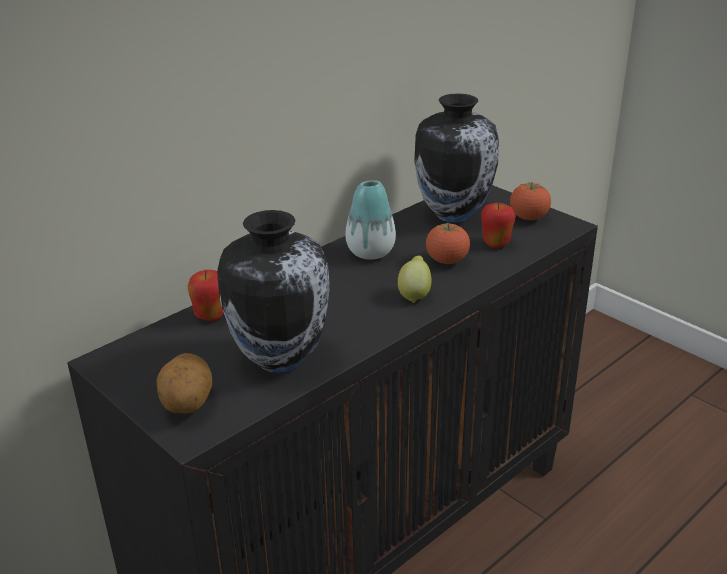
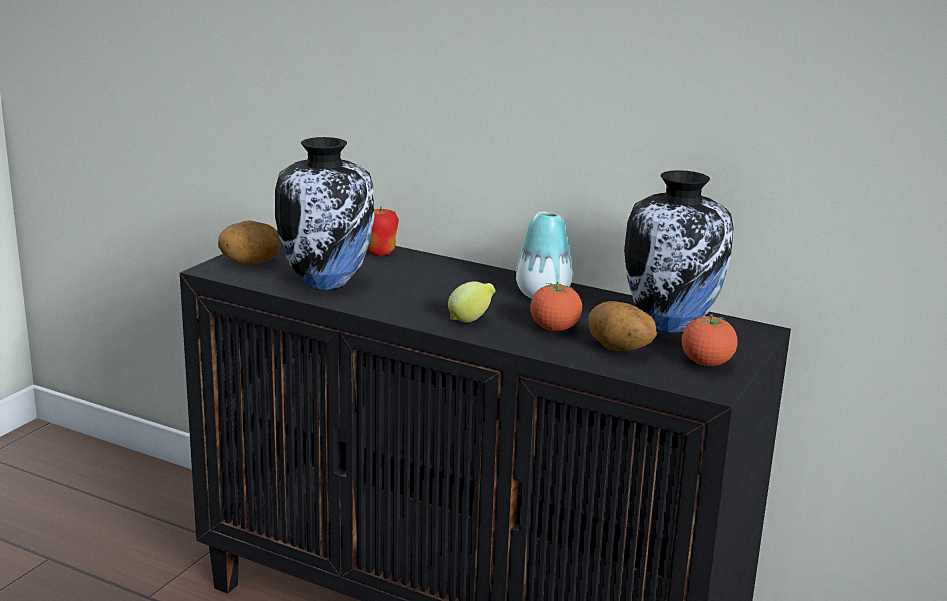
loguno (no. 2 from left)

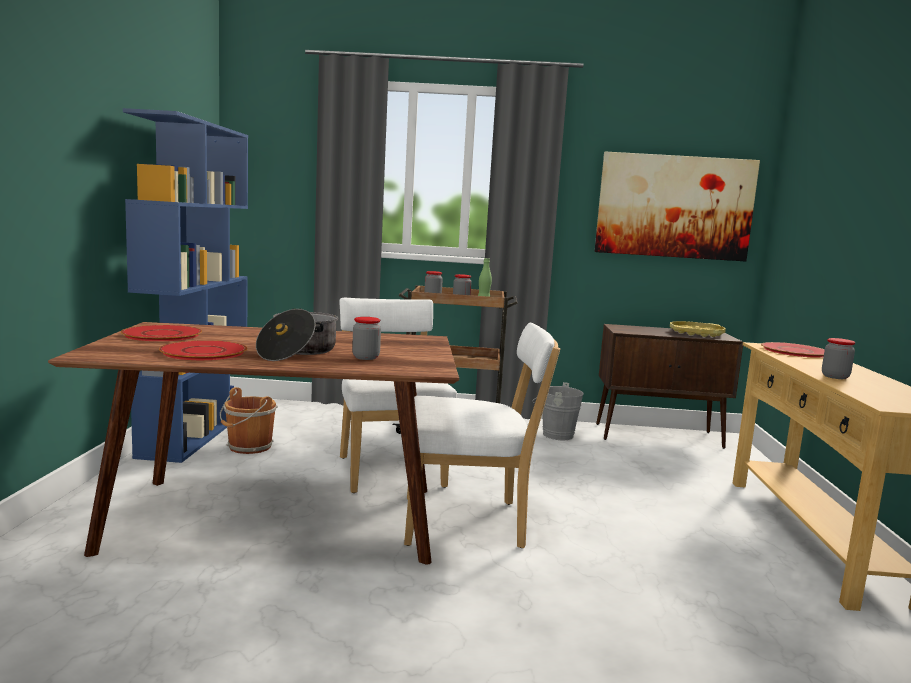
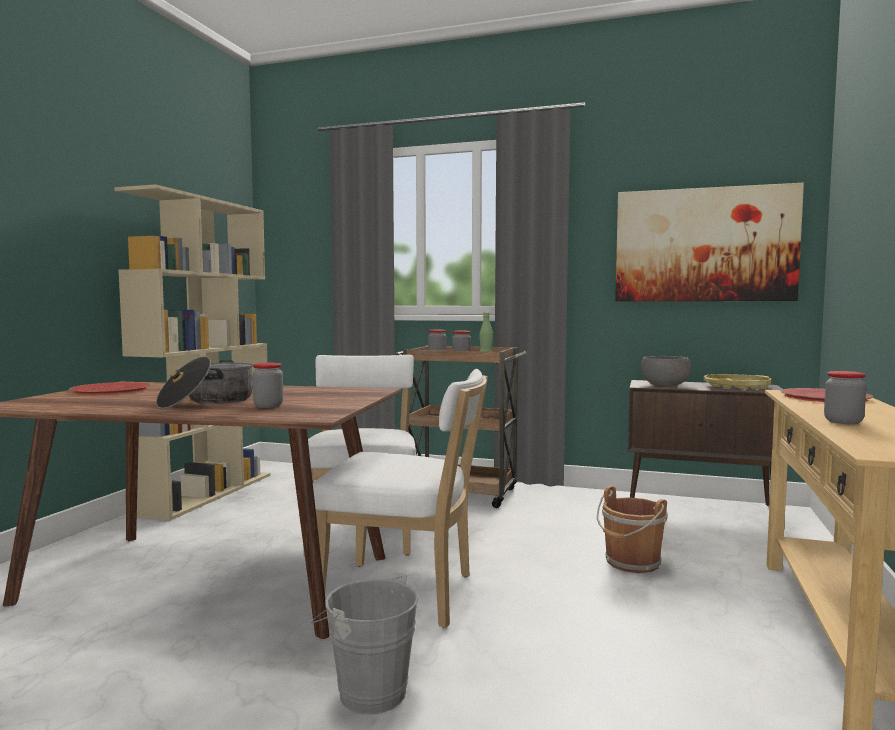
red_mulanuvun (no. 2 from left in the first image)
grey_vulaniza
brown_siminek
grey_siminek
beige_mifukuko

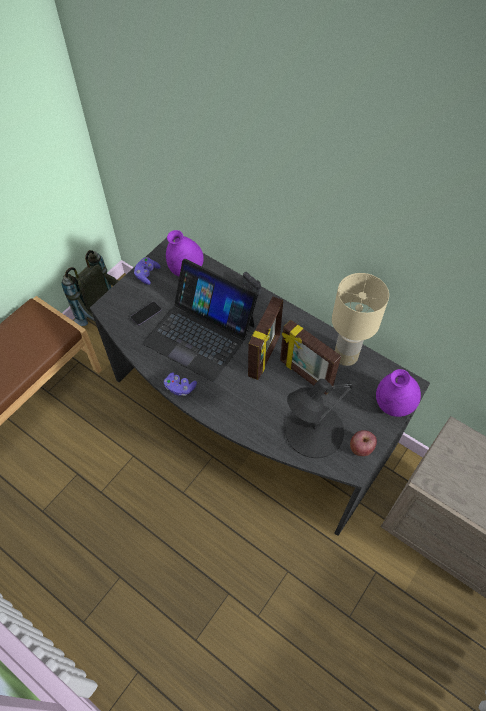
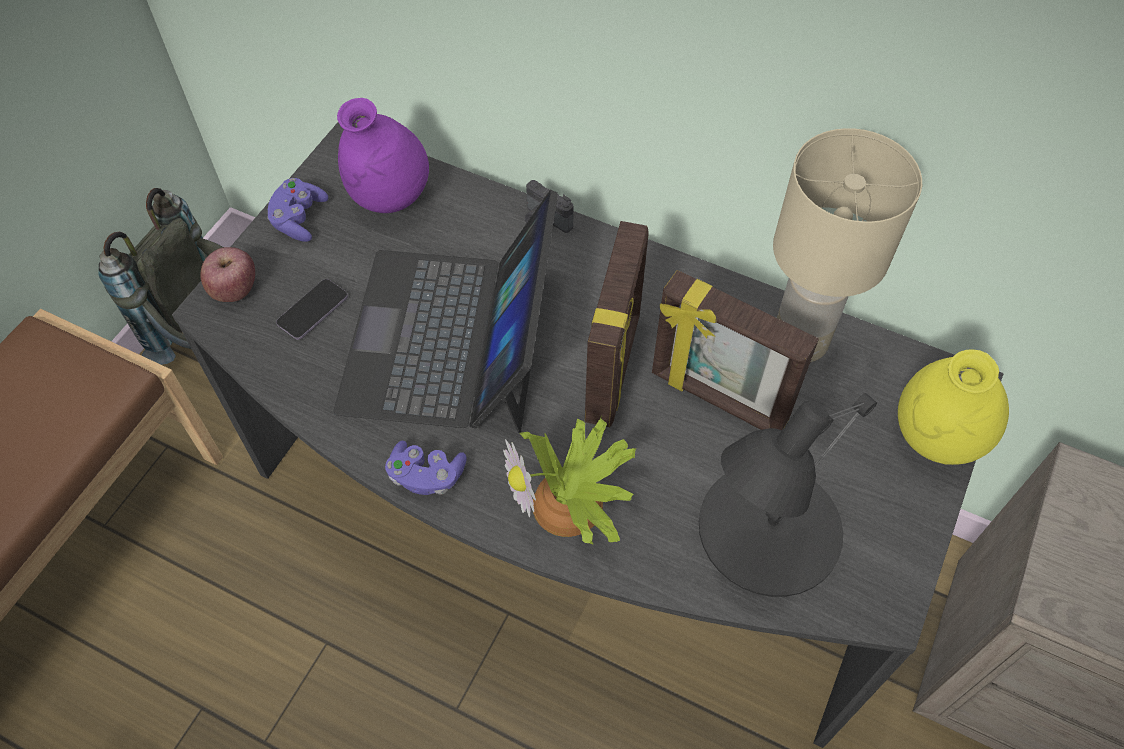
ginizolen
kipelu
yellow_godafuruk
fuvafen

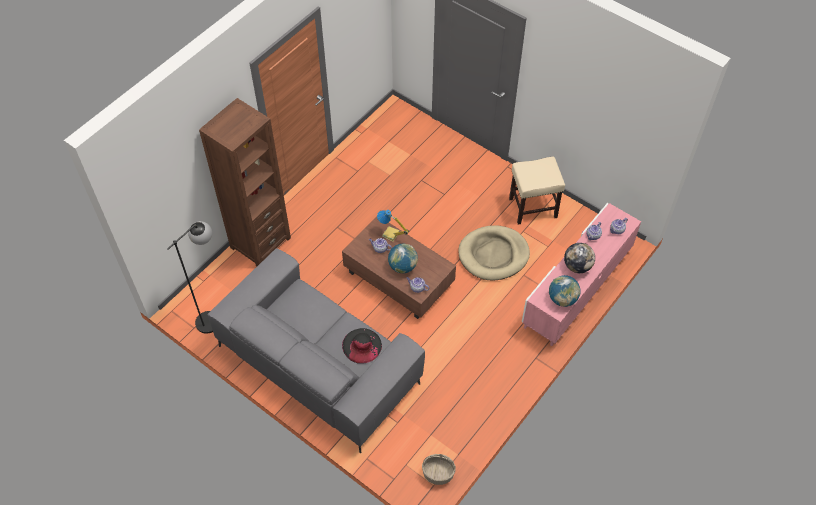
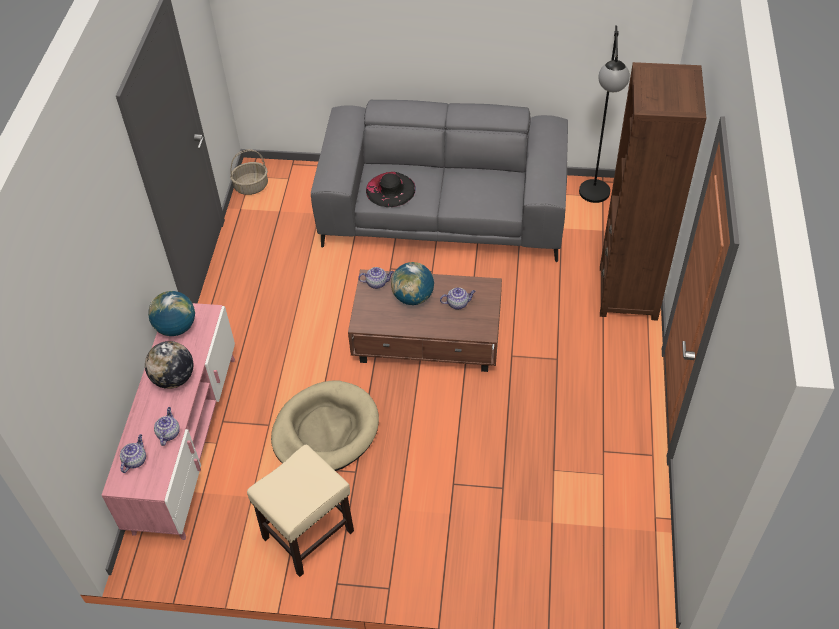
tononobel

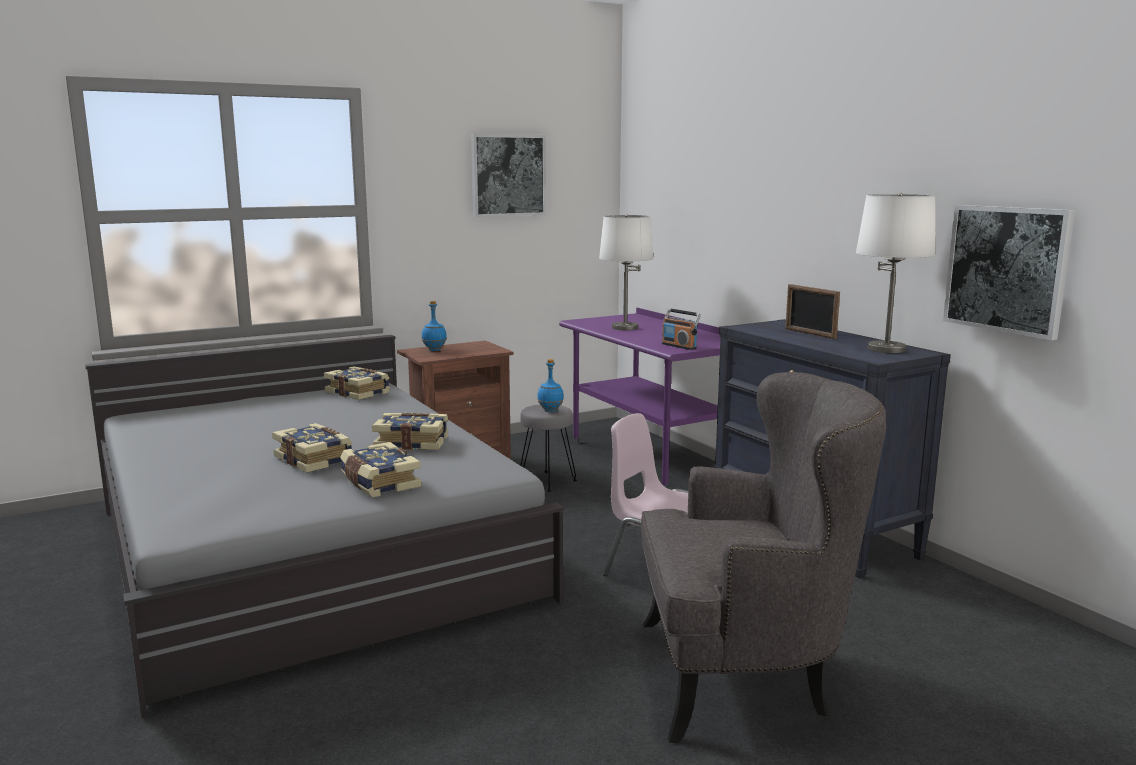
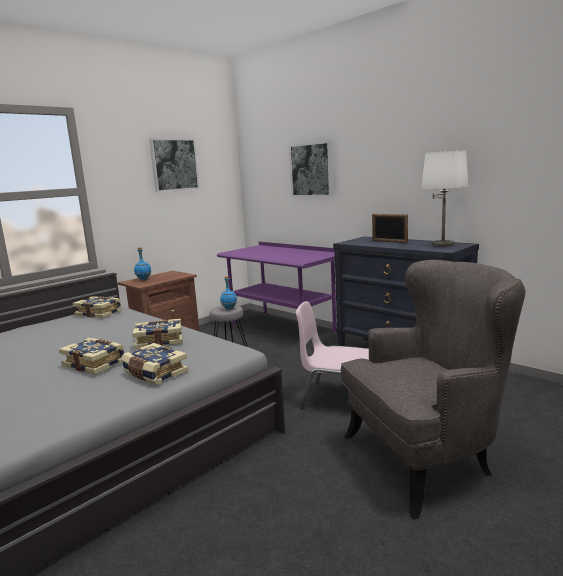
white_tononobel (no. 1 from left in the first image)
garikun
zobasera (no. 2 from left)

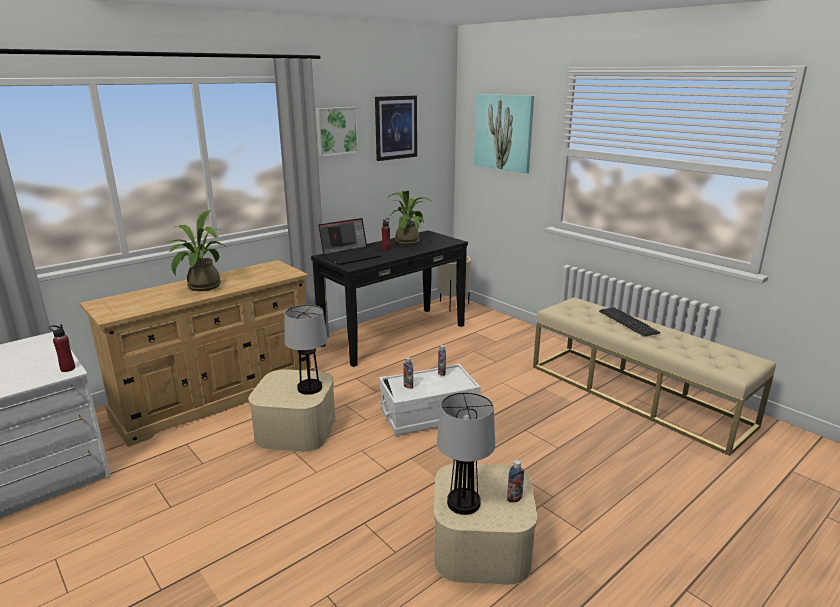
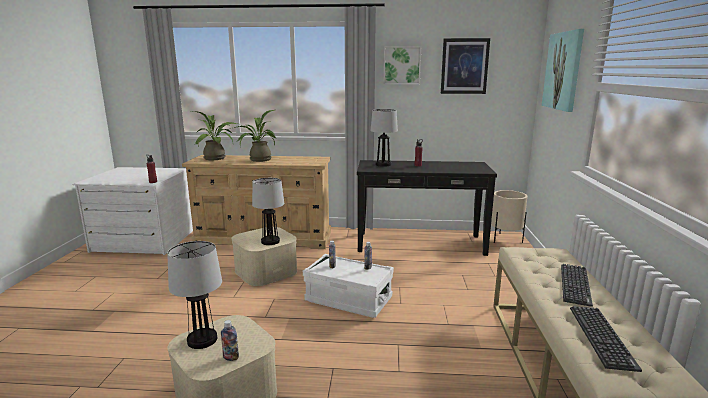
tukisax (no. 2 from left)
ginizolen (no. 1 from left)
tononobel (no. 3 from left)

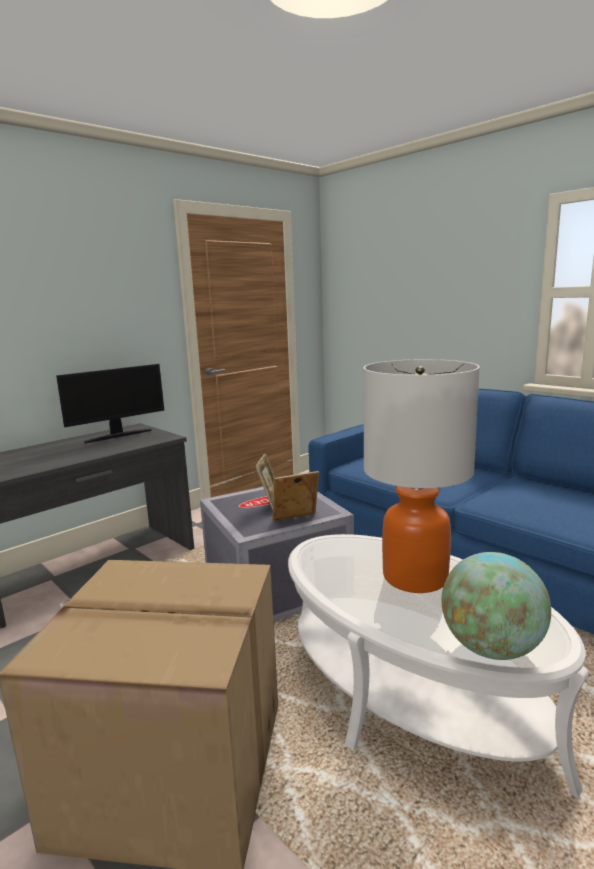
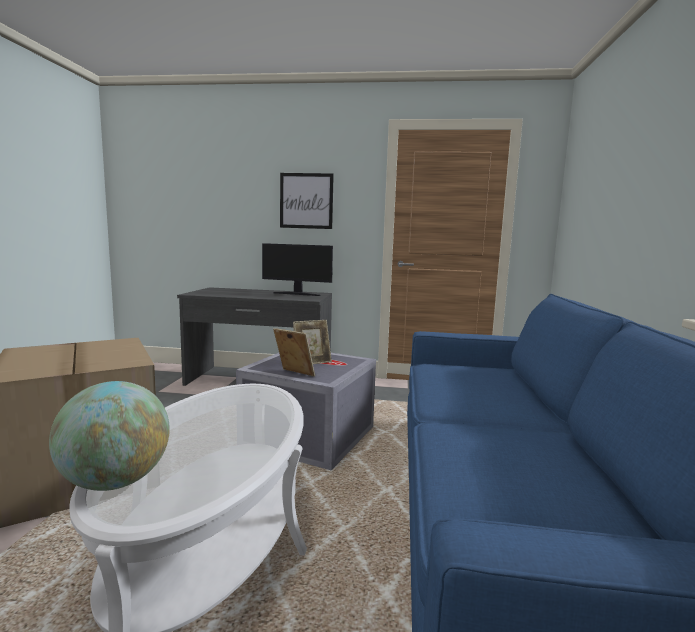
tononobel
zobasera

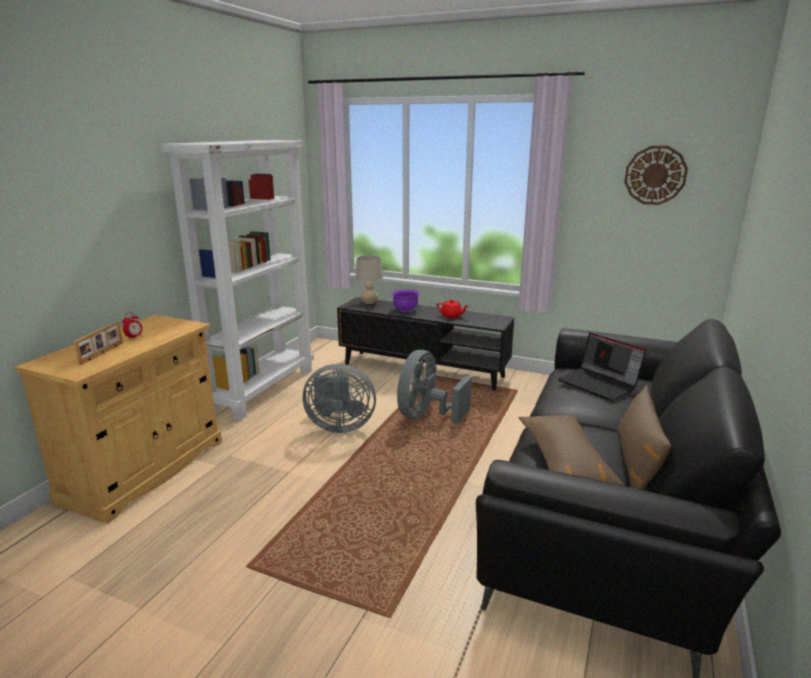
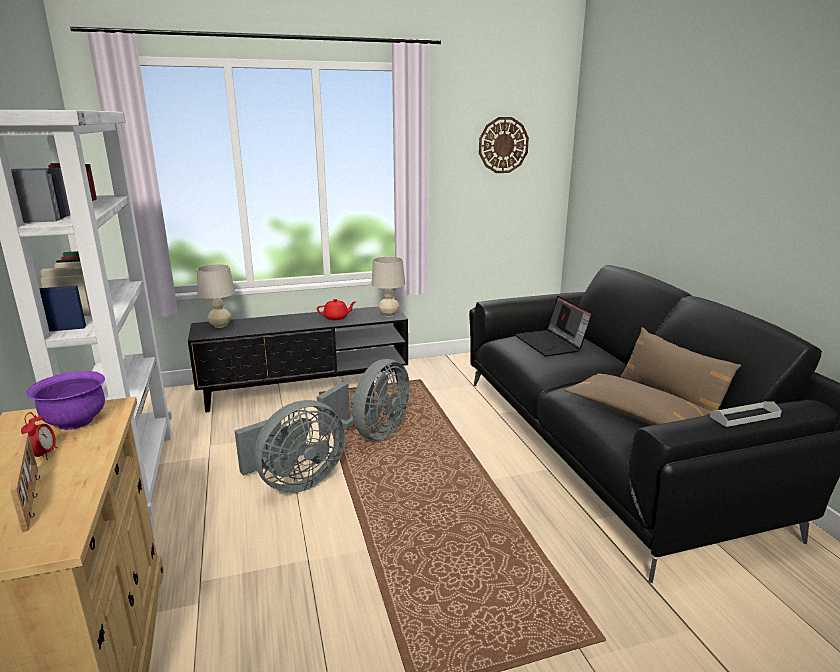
beige_tononobel (no. 2 from left)
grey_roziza
purple_vulaniza
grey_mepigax (no. 2 from left)
fuvafen

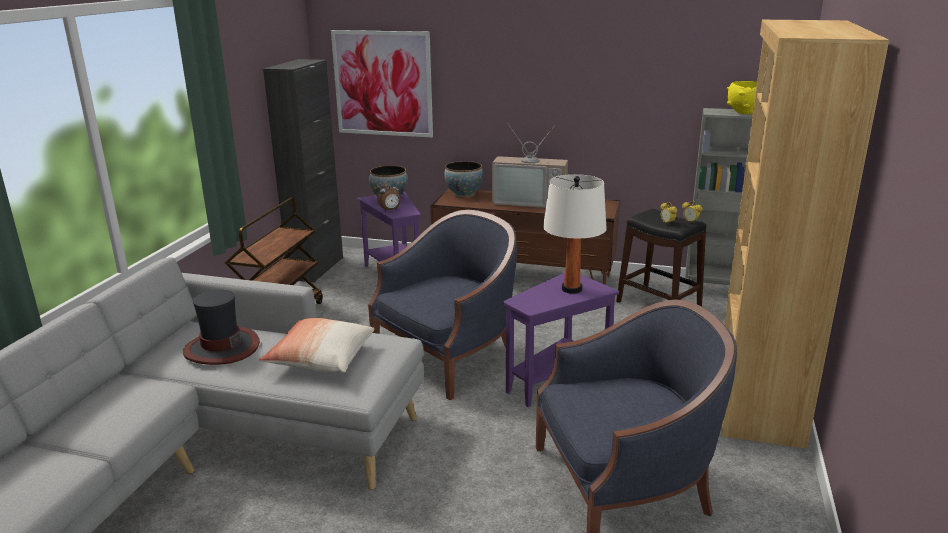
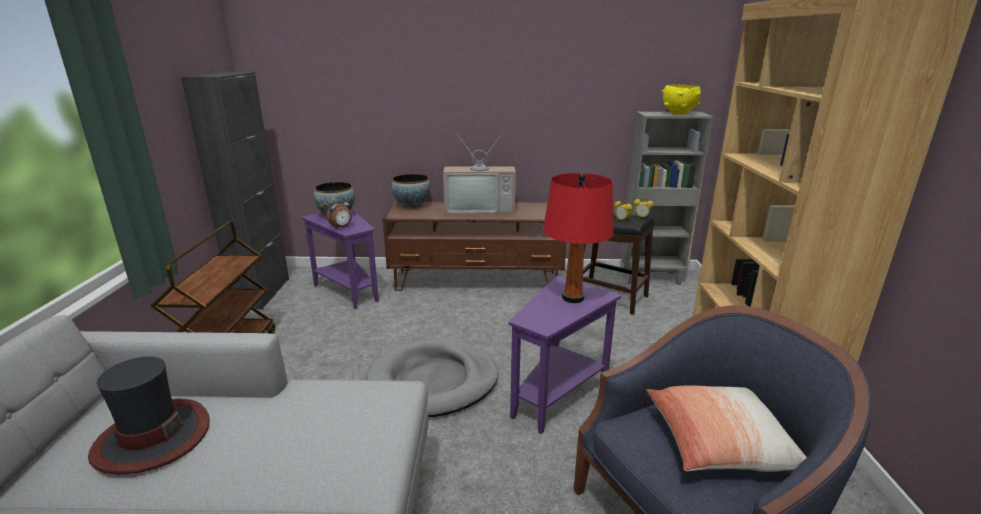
zobasera
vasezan
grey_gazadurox
red_tononobel

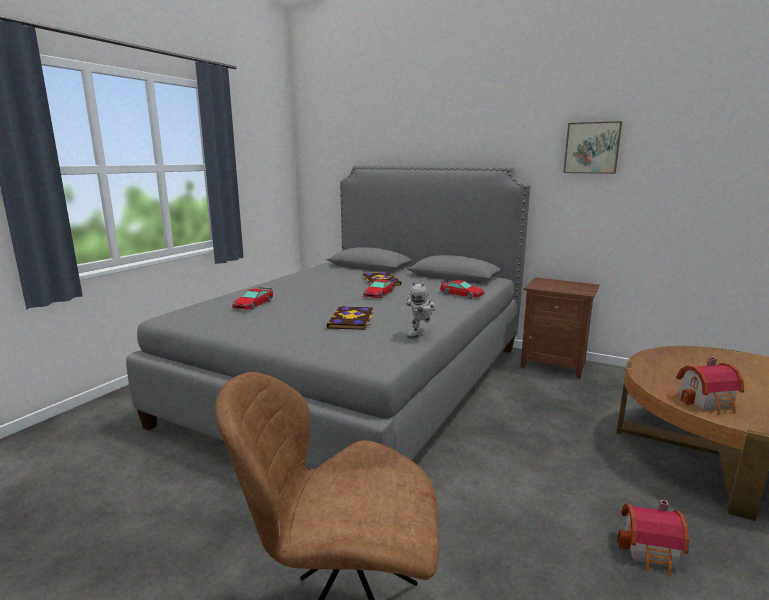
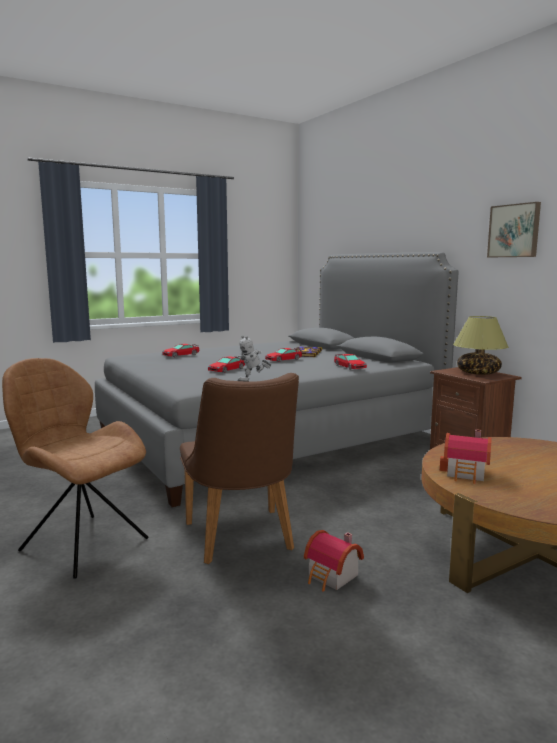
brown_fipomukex (no. 2 from left)
tononobel
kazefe (no. 2 from left)

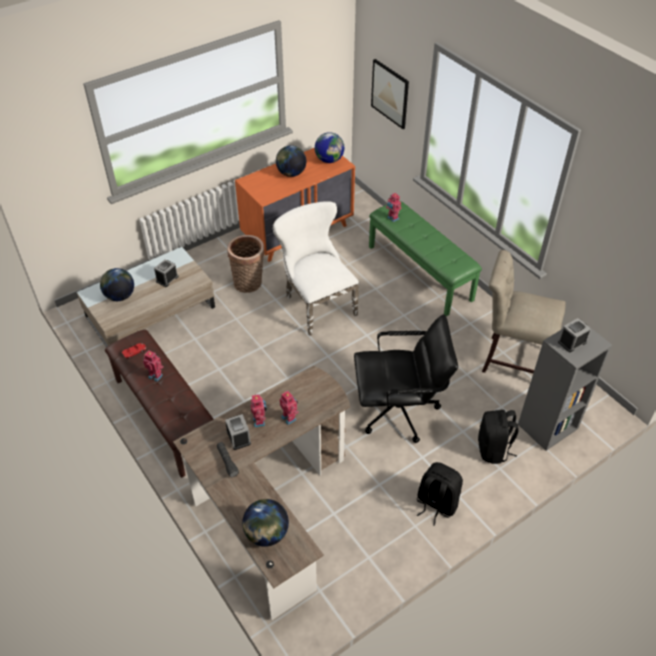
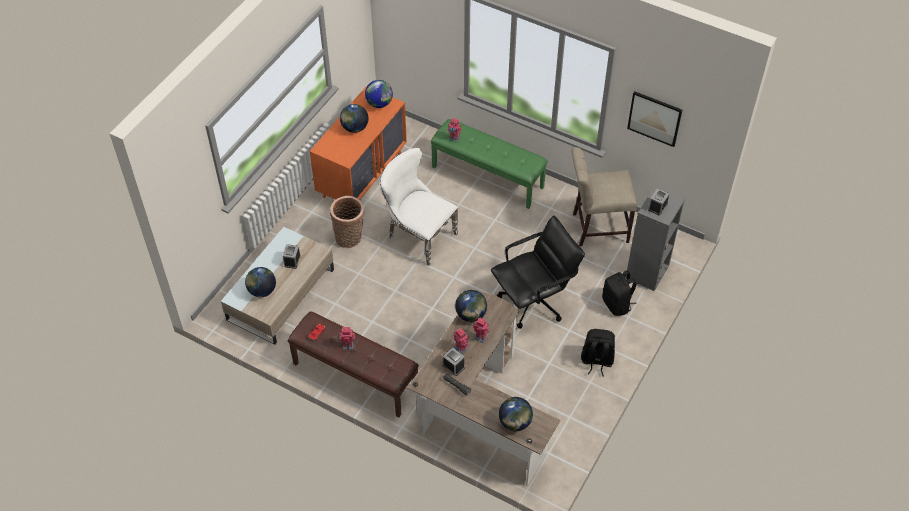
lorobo (no. 4 from left)
zobasera

